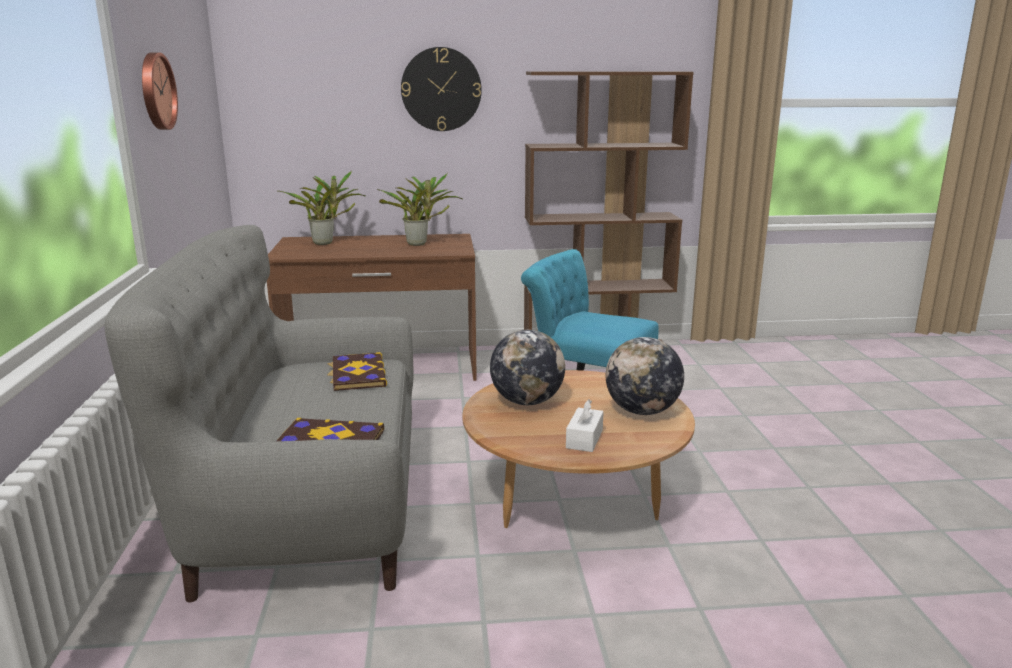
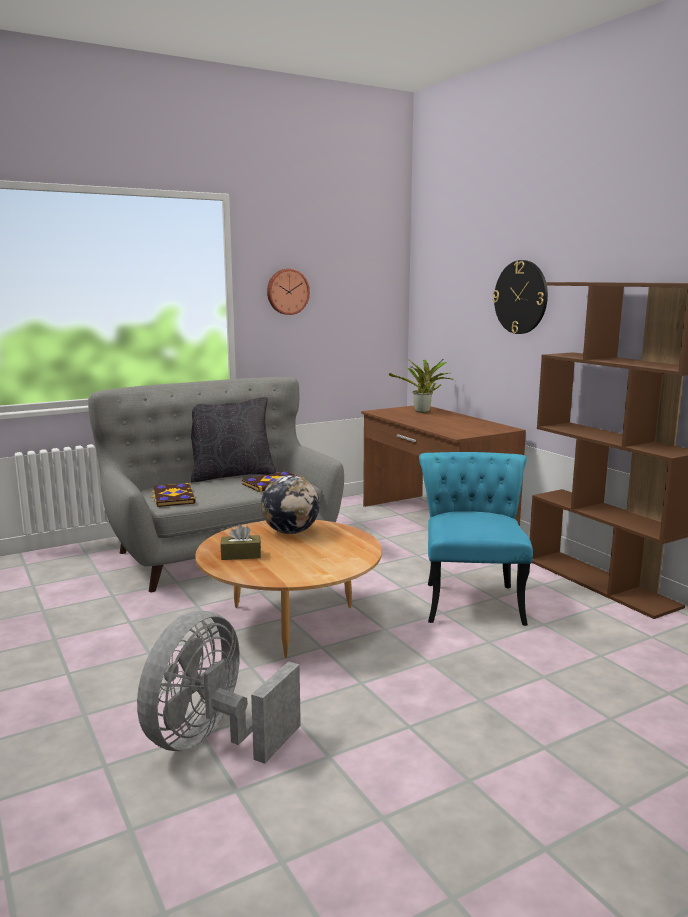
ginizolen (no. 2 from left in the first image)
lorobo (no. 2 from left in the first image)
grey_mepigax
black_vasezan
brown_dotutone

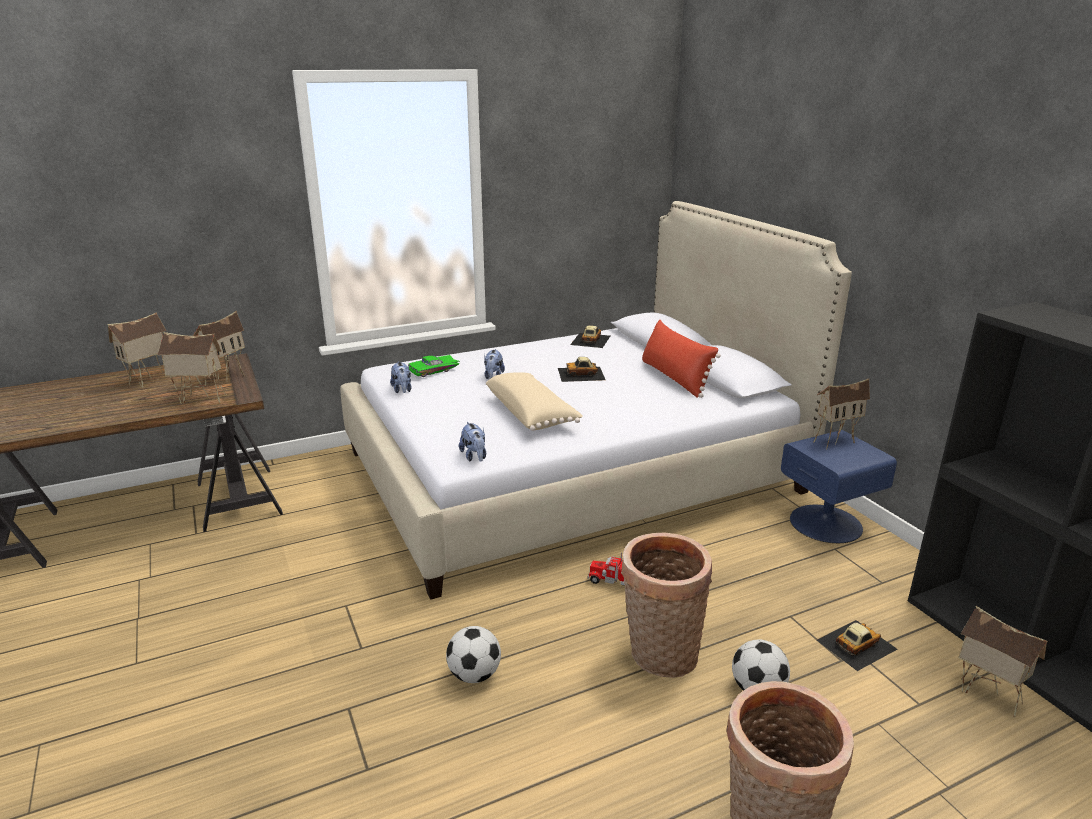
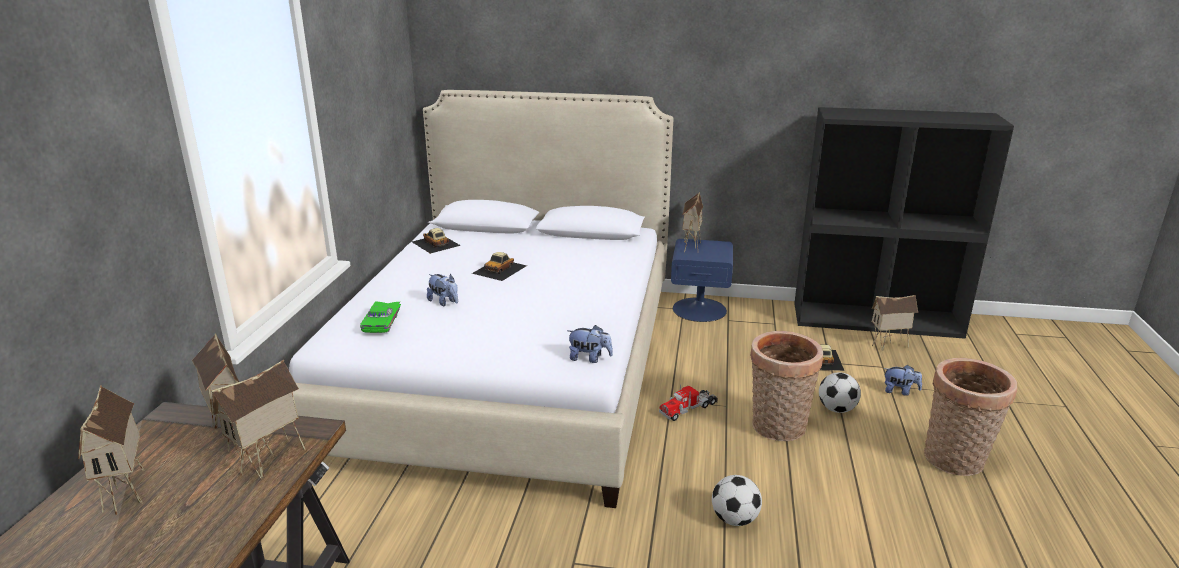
beige_vasezan
red_vasezan
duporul (no. 3 from left)

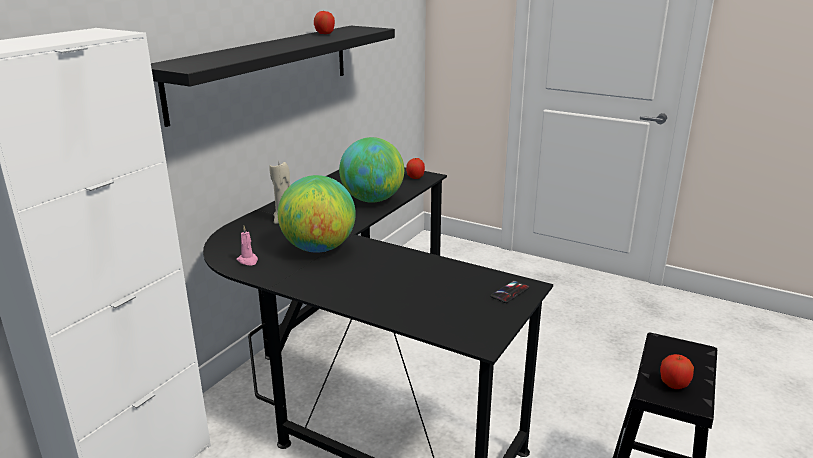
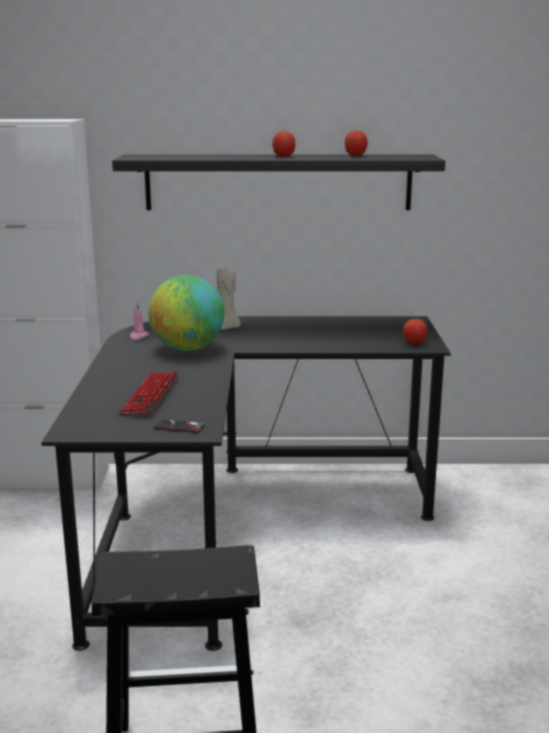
lorobo (no. 2 from left in the first image)
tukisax
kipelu (no. 1 from left)

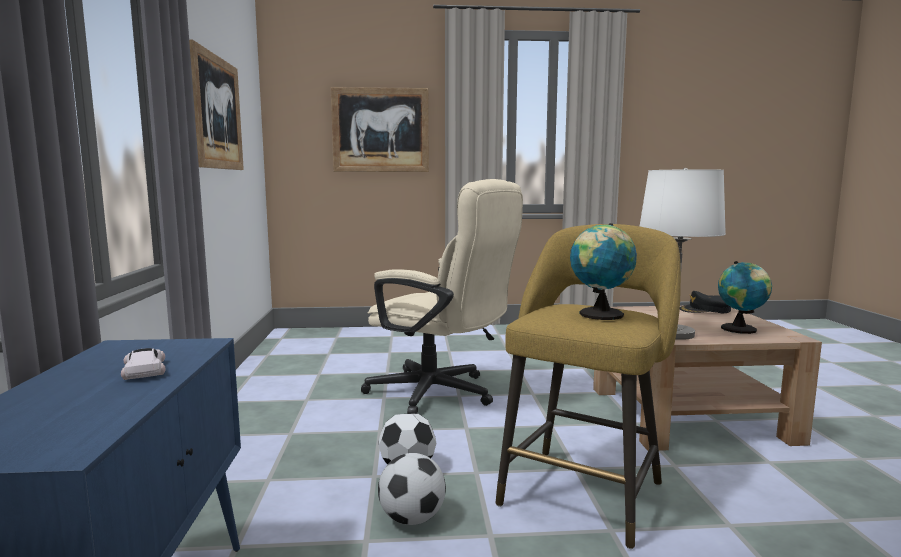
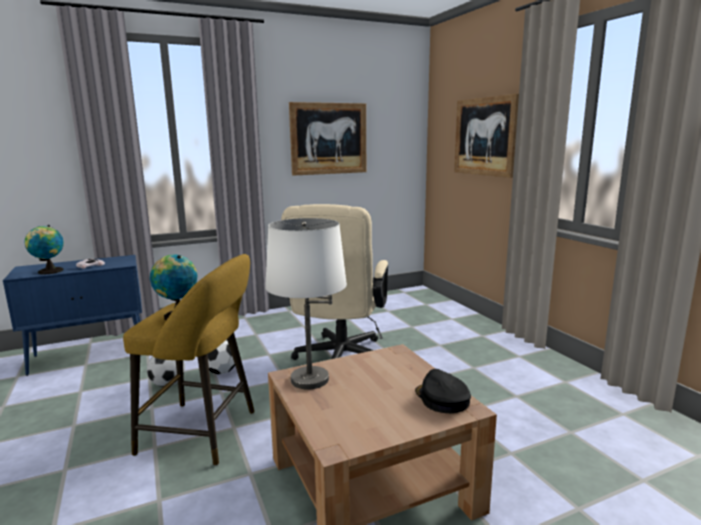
lorobo (no. 1 from left)

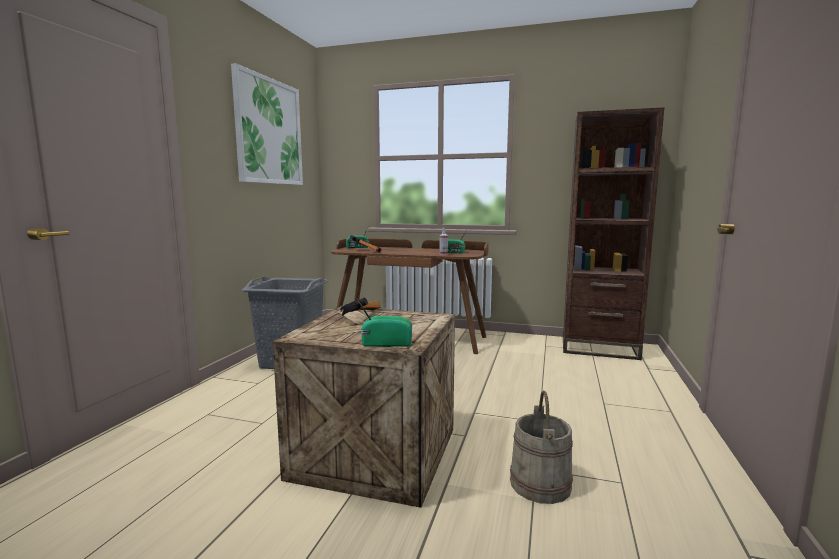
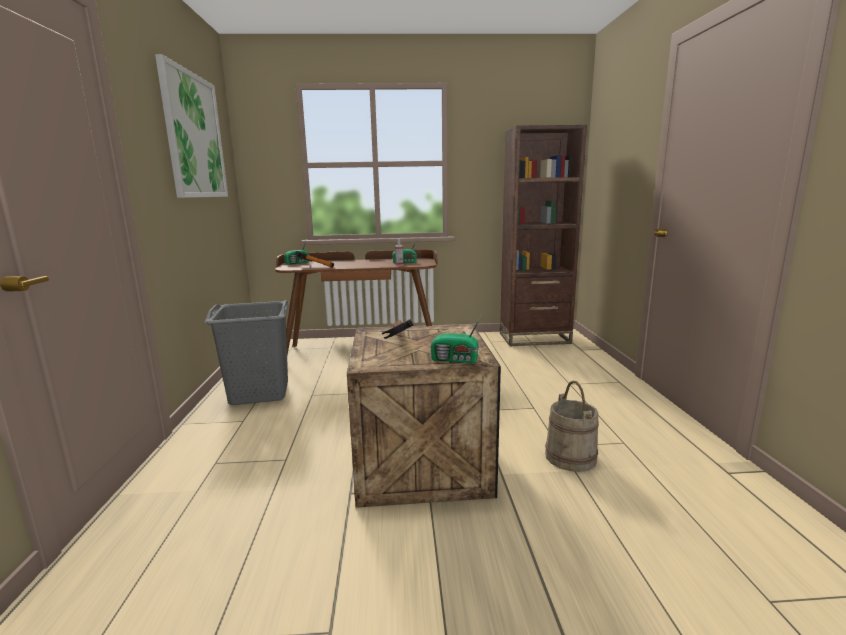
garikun (no. 3 from left)

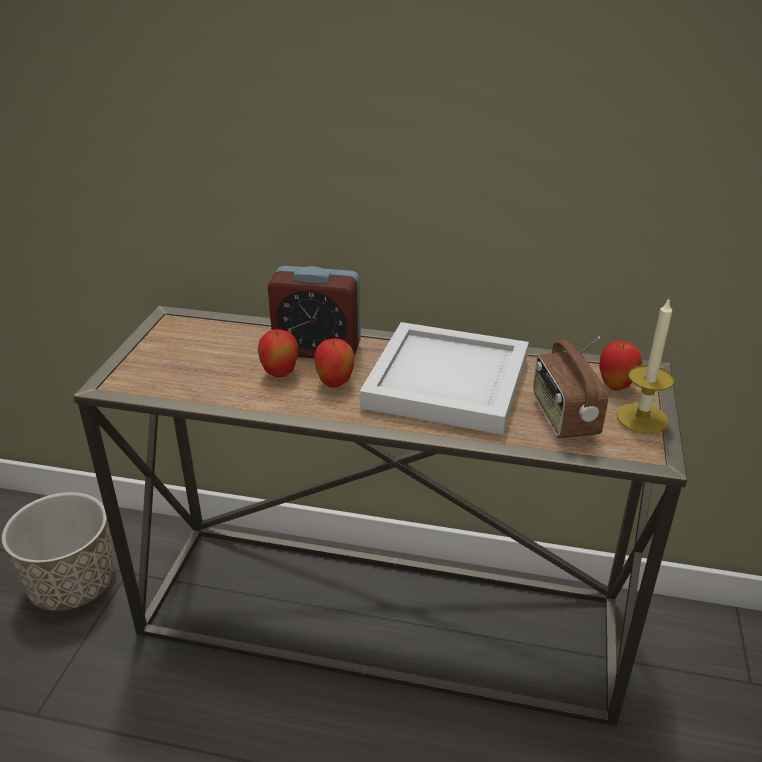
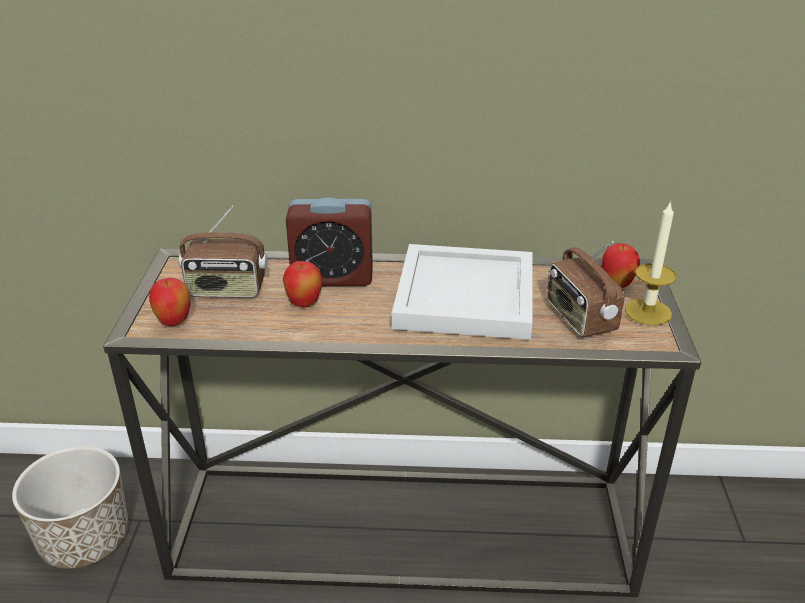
garikun (no. 1 from left)
kipelu (no. 1 from left)

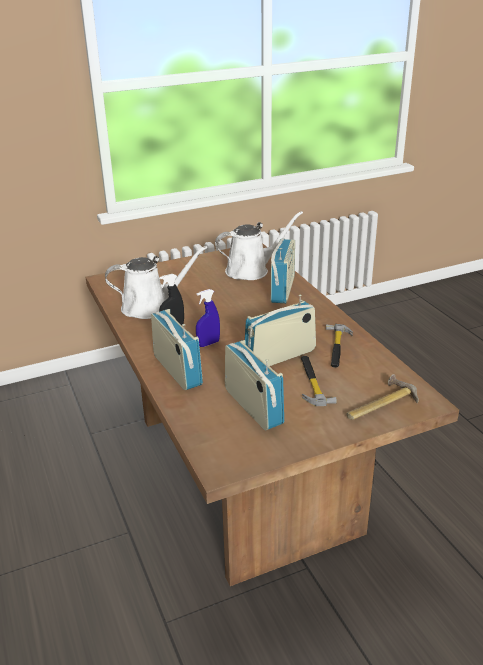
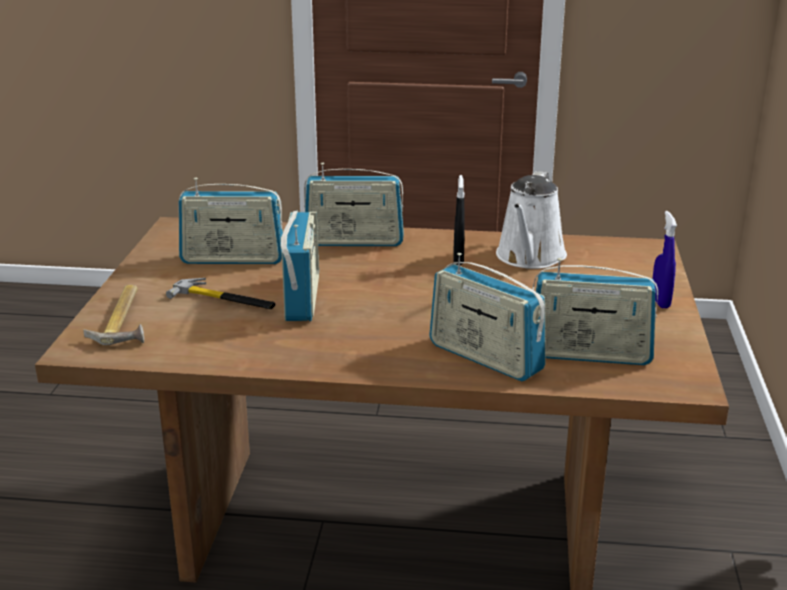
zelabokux (no. 2 from left in the first image)
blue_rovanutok
garikun (no. 5 from left)

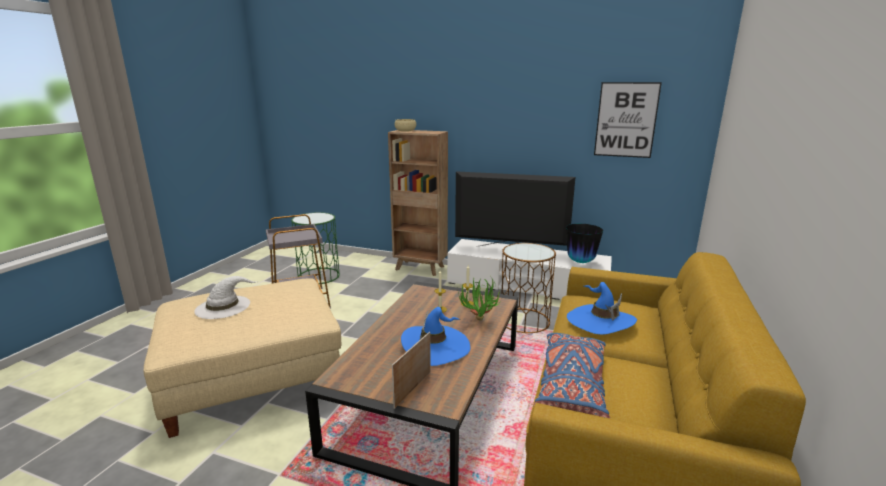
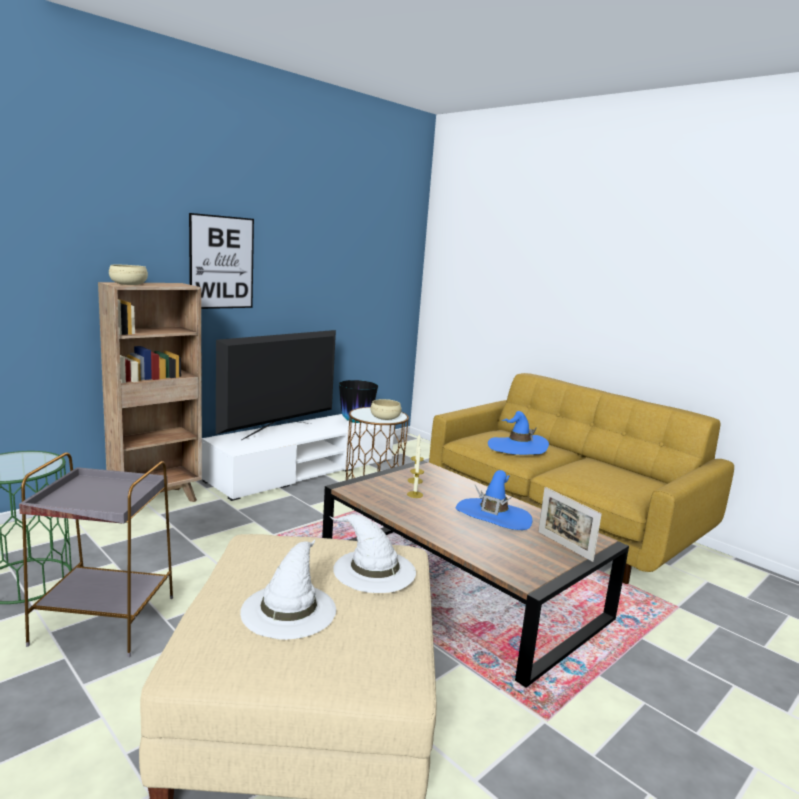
ginizolen
blue_vasezan
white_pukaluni (no. 2 from left)
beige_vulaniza (no. 2 from left)
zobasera

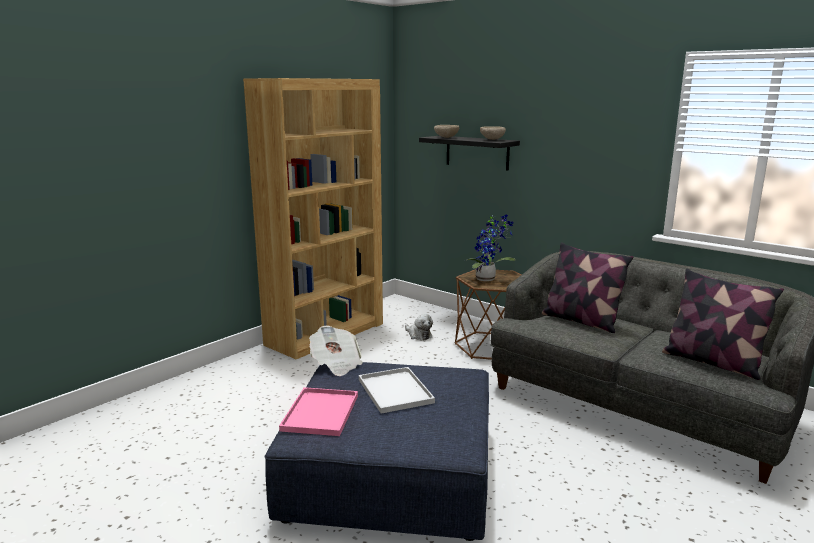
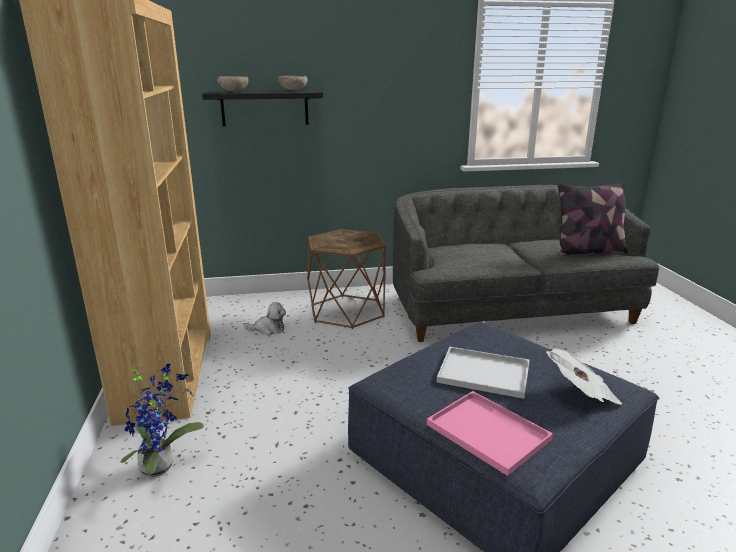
vasezan (no. 1 from left in the first image)
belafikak
ginizolen

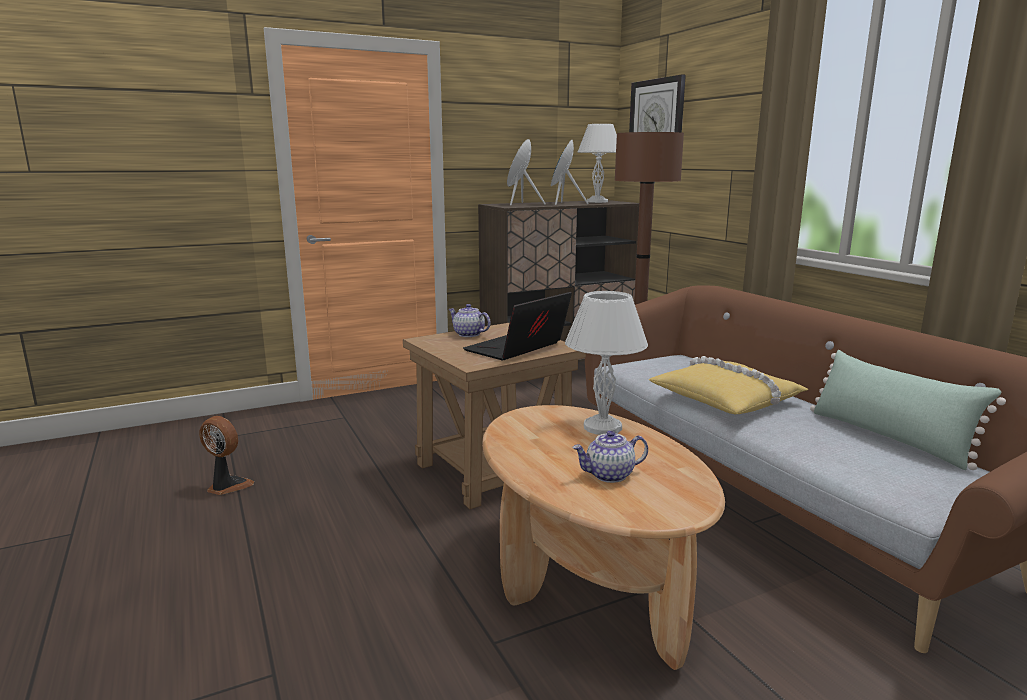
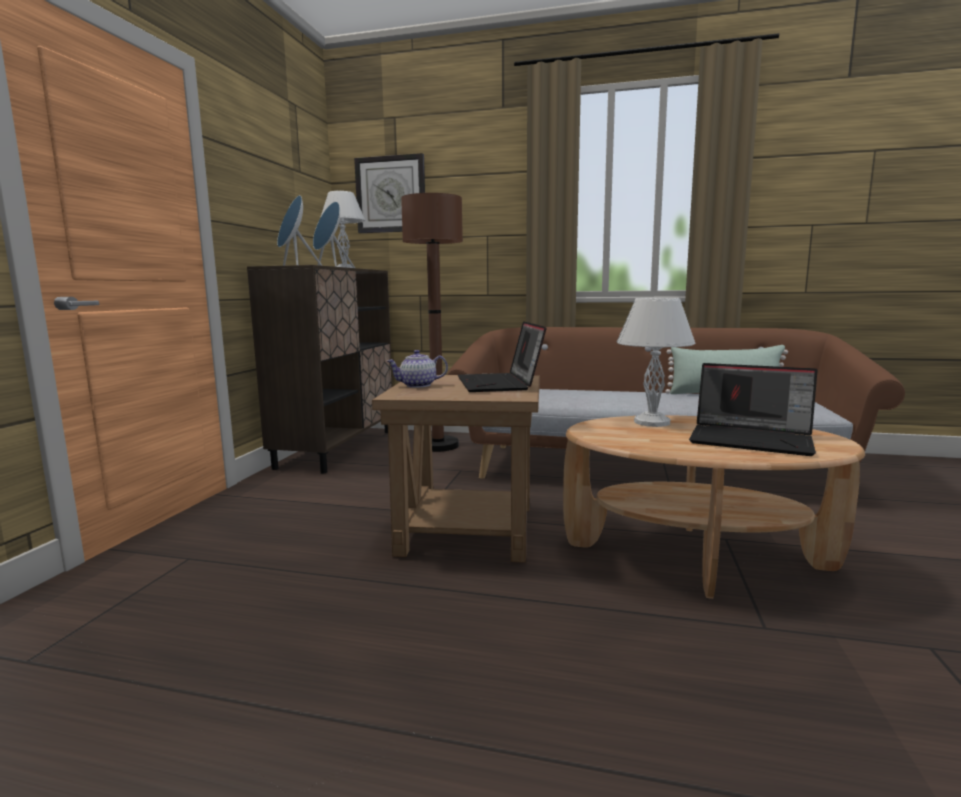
mepigax
yellow_vasezan
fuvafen (no. 2 from left)

